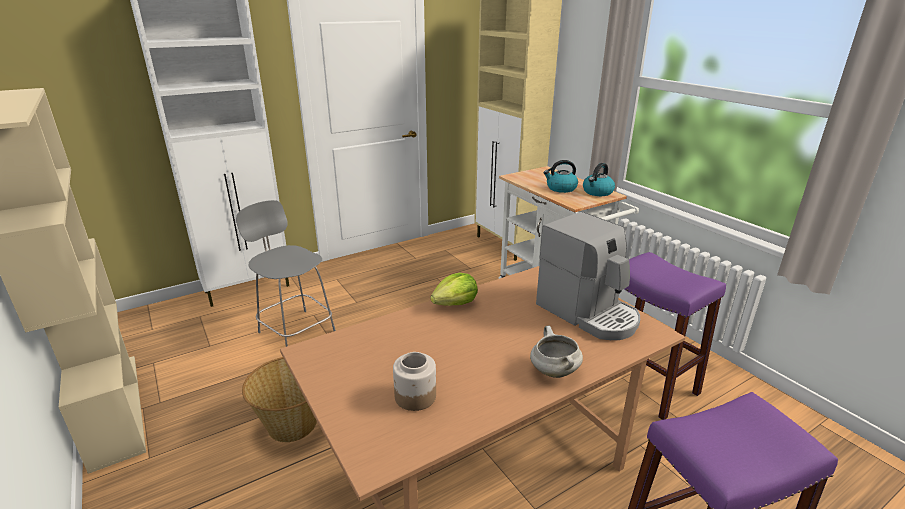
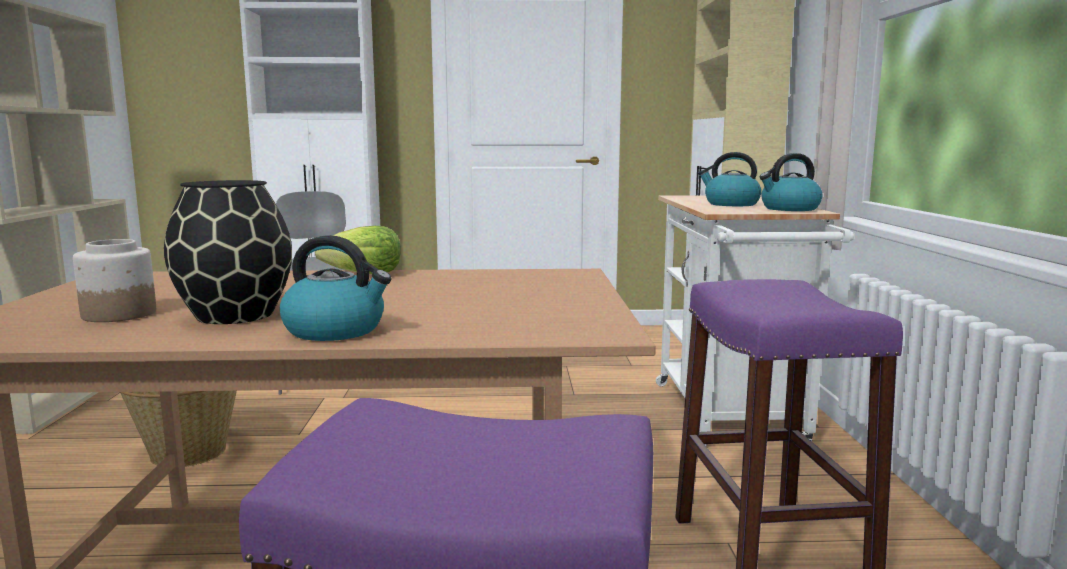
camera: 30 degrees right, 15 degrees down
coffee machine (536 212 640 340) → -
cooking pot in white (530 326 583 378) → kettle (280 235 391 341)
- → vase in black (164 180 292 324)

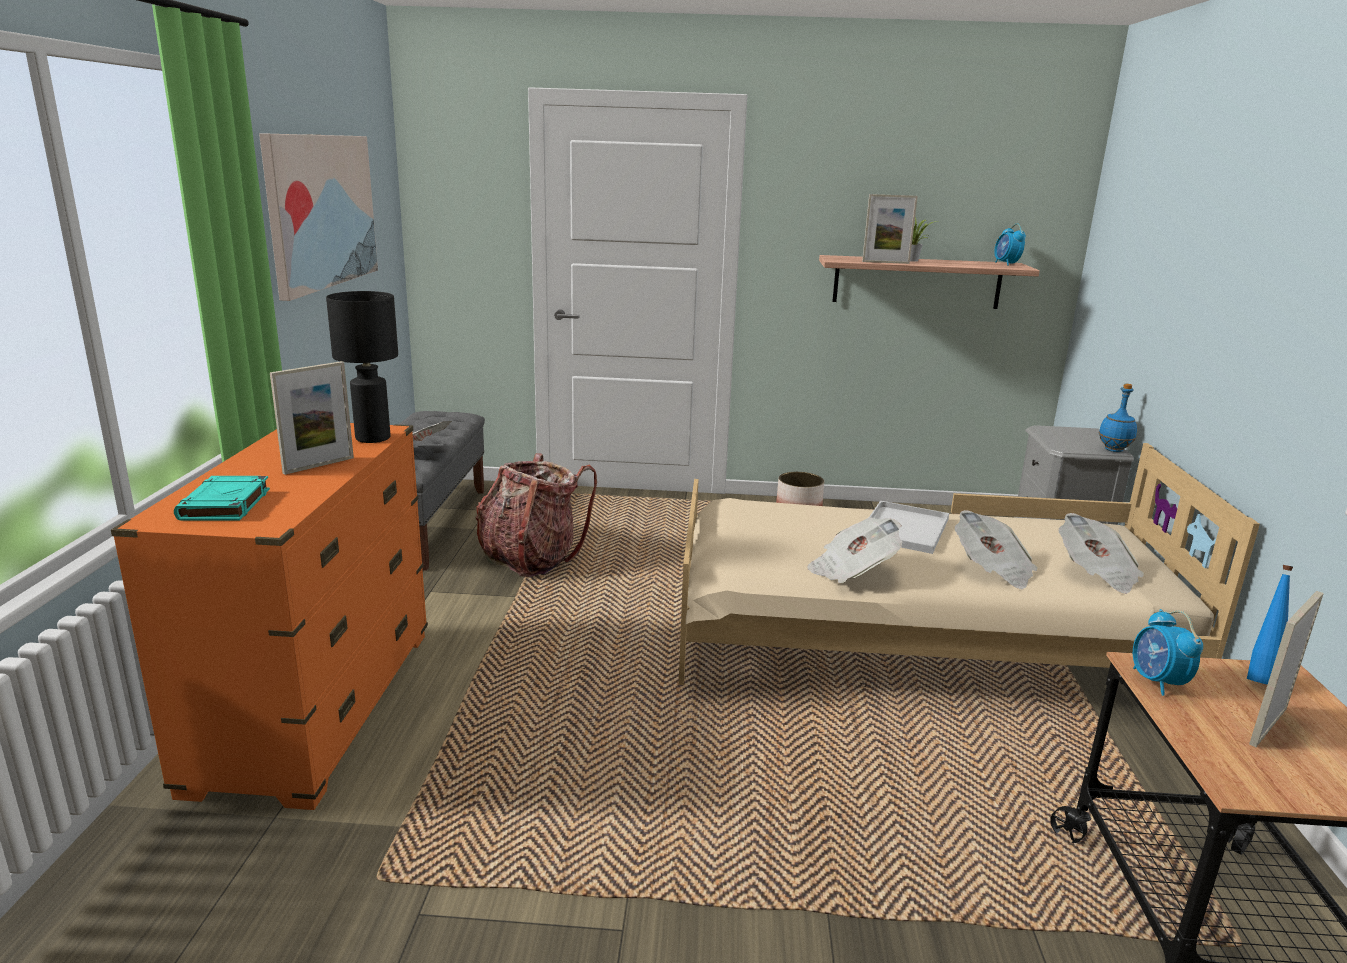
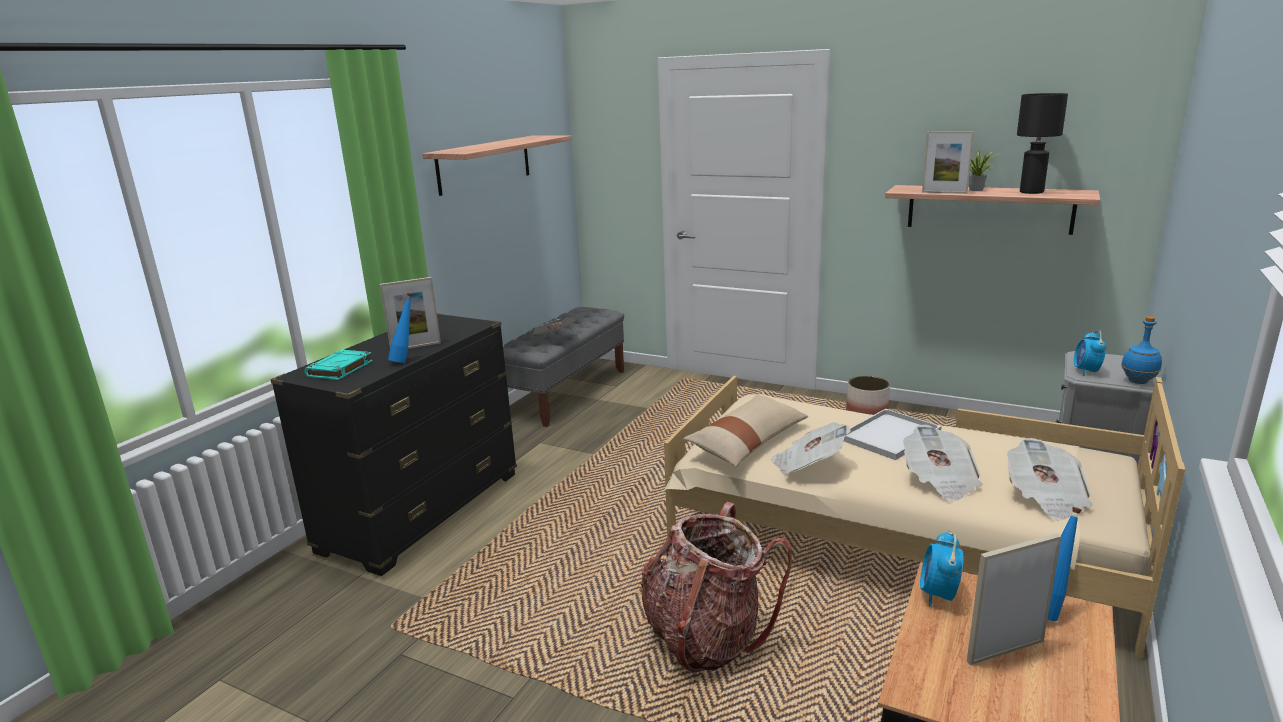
camera: 25 degrees right, 0 degrees up
picture (259 133 378 301) → shelf (422 135 572 196)
alarm clock (994 223 1026 266) → alarm clock (1074 330 1106 376), shifted
table lamp in black (326 291 398 443) → table lamp in black (1017 93 1068 194), shifted
dresser in orange (111 423 428 810) → dresser in black (270 313 517 576)
backpack (476 453 597 577) → backpack (640 502 792 673), shifted
- → bottle in blue (388 293 412 363)
- → pillow in beige (684 394 808 467)

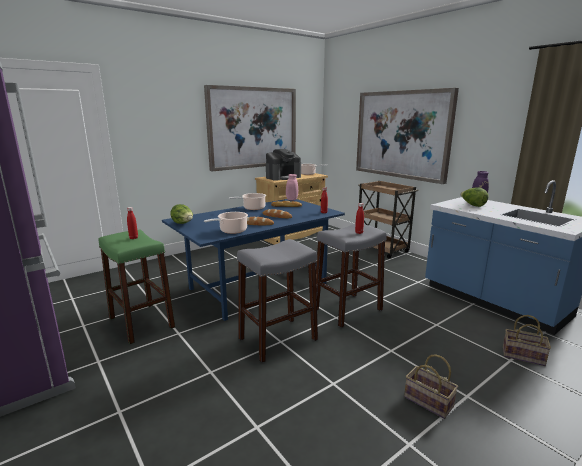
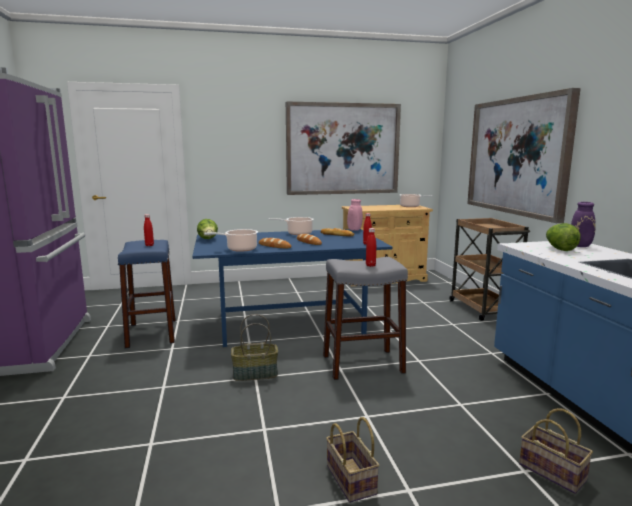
camera: 25 degrees right, 5 degrees down
coffee machine (266 149 301 180) → -
stool in green (99 230 175 344) → stool in blue (118 240 176 348)
stool in grey (237 239 318 363) → basket (231 314 278 381)

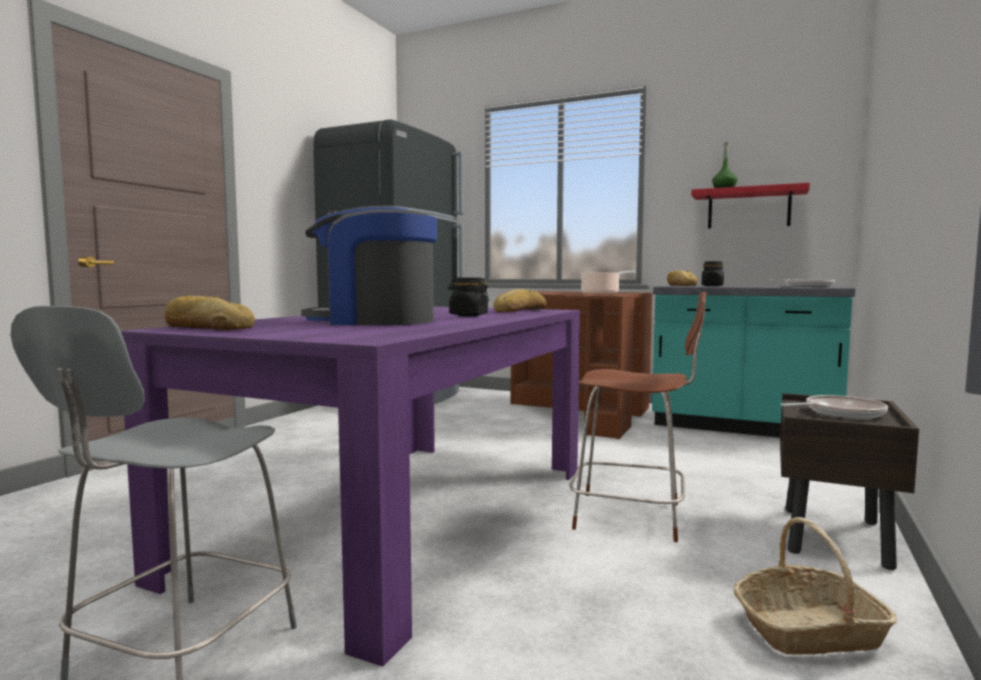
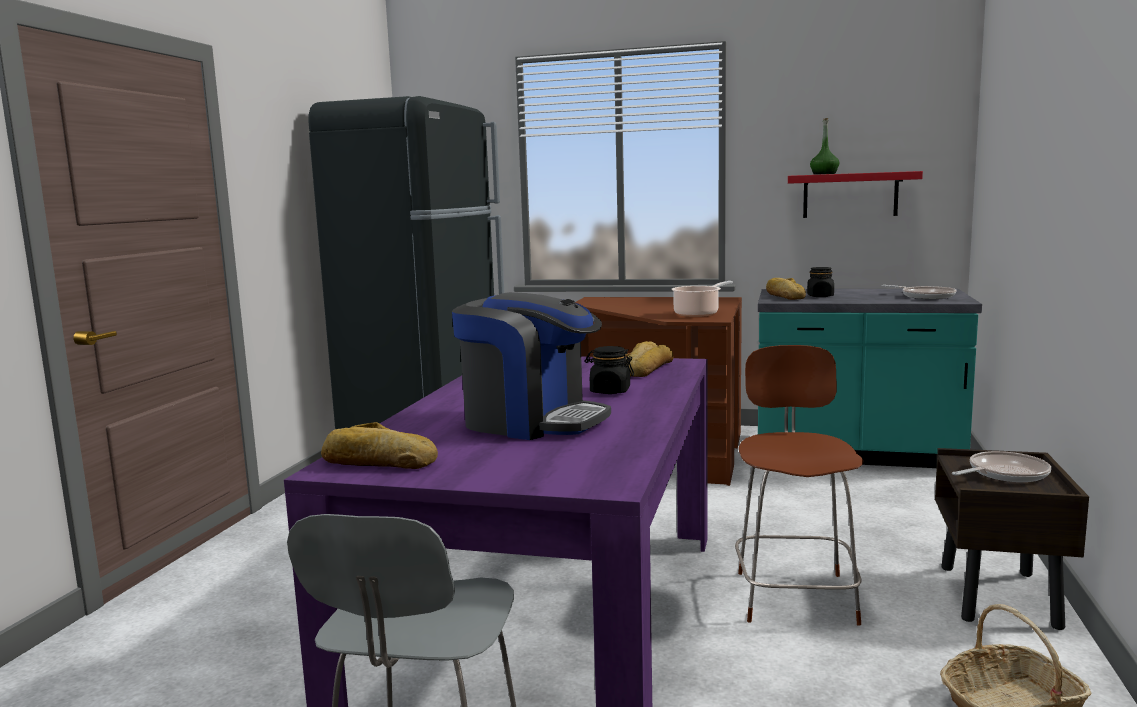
camera: 10 degrees left, 5 degrees up
coffee machine (301 205 437 325) → coffee machine (452 292 611 440), 150 degrees counterclockwise
chair in brown (569 292 706 542) → chair in brown (735 345 864 626), 90 degrees counterclockwise

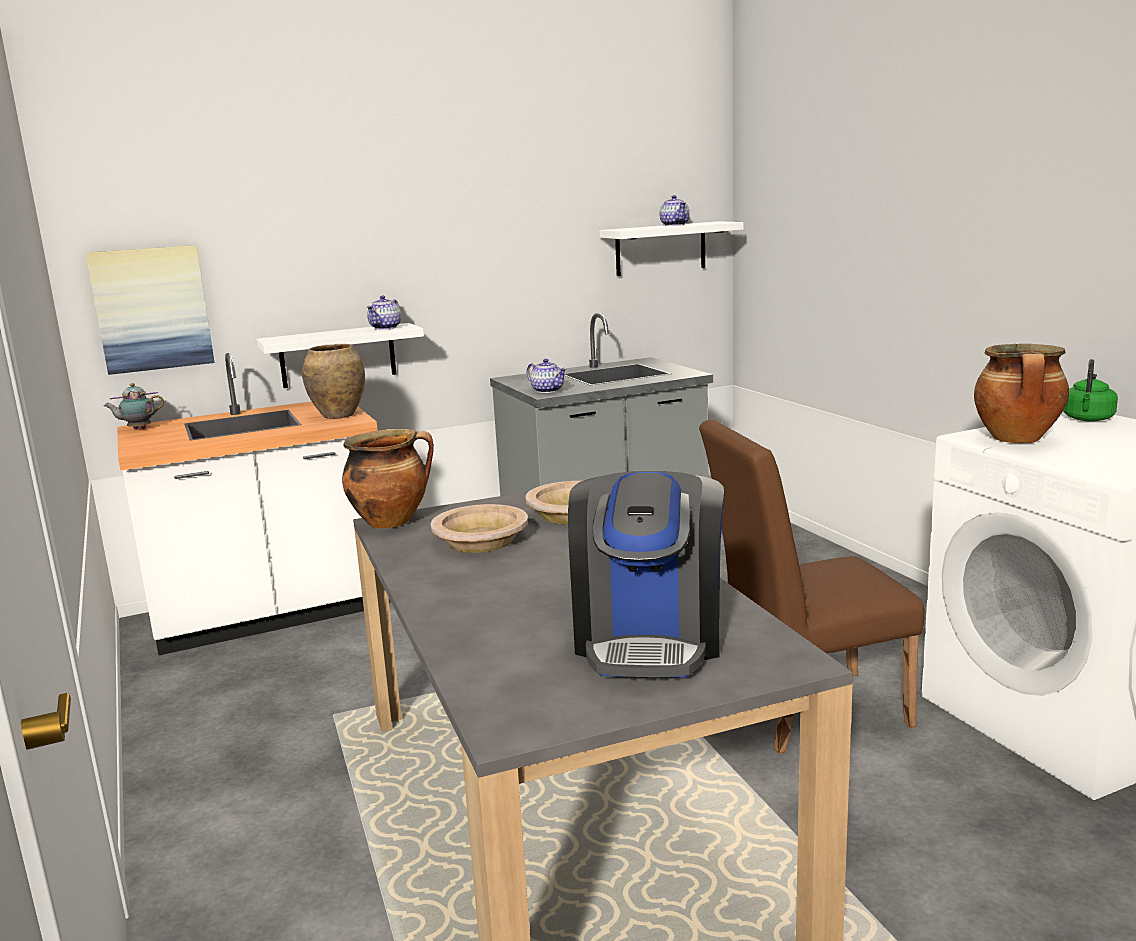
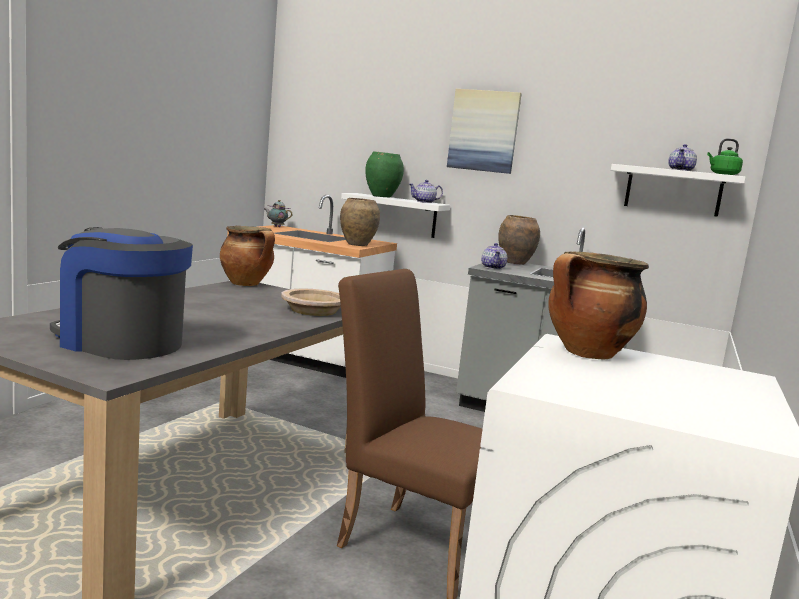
camera: 45 degrees right, 5 degrees down
picture (86 245 215 375) → picture (447 89 522 174), shifted
kettle in green (1063 359 1118 422) → kettle in green (707 139 743 175), shifted
coffee machine (568 471 724 678) → coffee machine (50 227 193 360), 60 degrees clockwise
bowl in beige (431 504 528 553) → -
- → vase in green (365 151 404 198)
- → vase in brown (498 215 540 265)

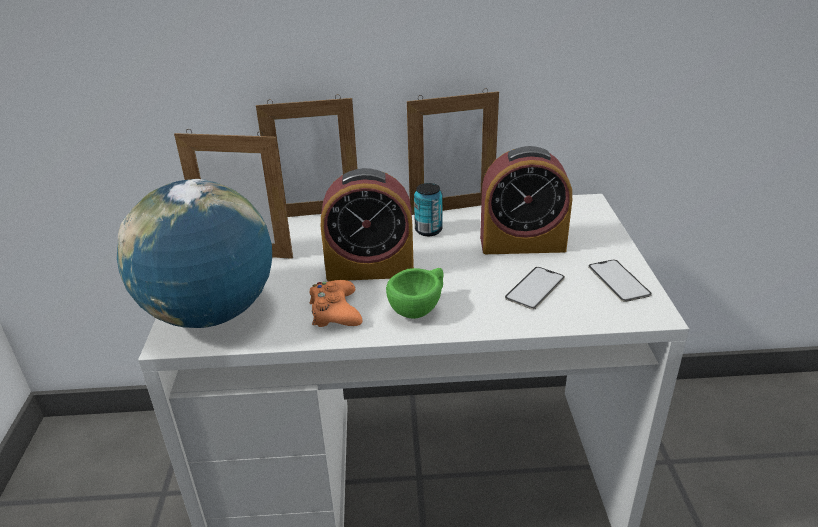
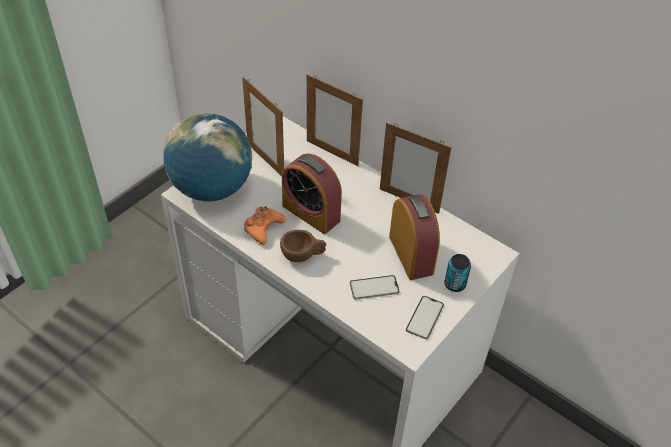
camera: 40 degrees right, 15 degrees up
alarm clock (480 146 572 254) → alarm clock (389 194 440 280), 150 degrees counterclockwise
can (414 183 443 236) → can (444 254 471 292), shifted
cup in green (386 268 444 319) → cup in brown (280 230 326 262)

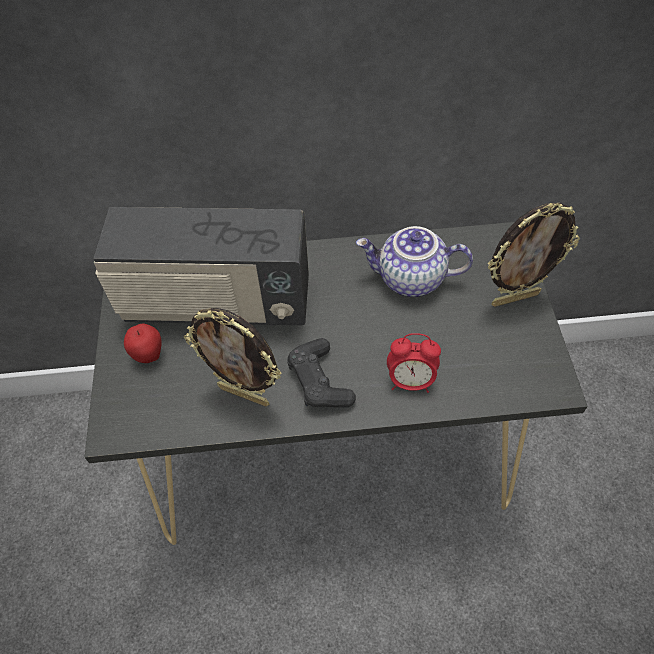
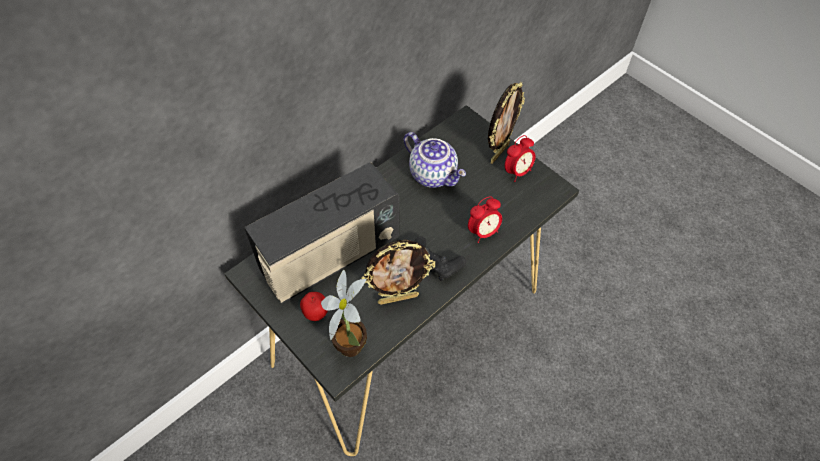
camera: 40 degrees left, 0 degrees up
teapot (356 226 473 297) → teapot (404 132 466 188), 105 degrees counterclockwise
- → alarm clock (505 135 536 182)
- → potted plant (321 270 367 357)

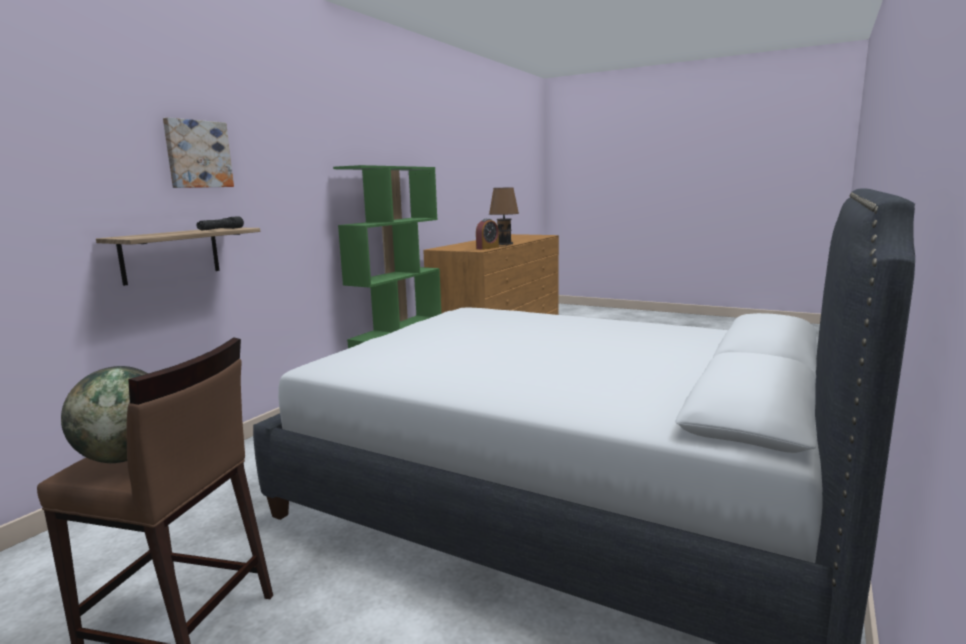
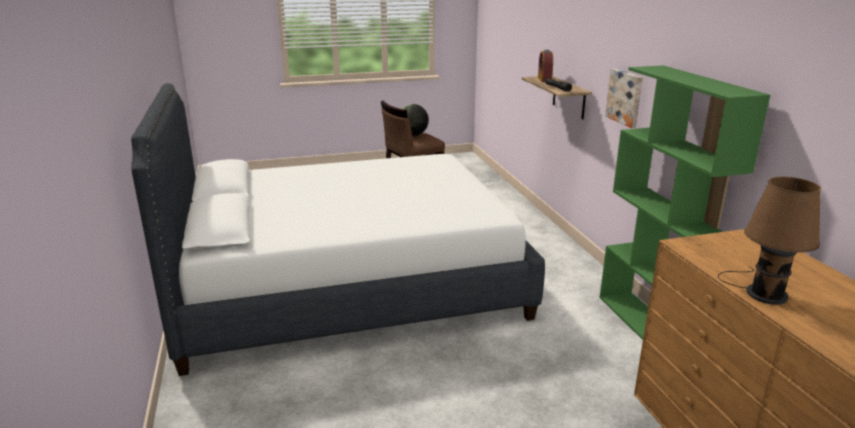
camera: 135 degrees right, 10 degrees up
picture (163 117 234 188) → picture (605 69 643 128), shifted
alarm clock (476 219 499 250) → alarm clock (538 50 553 82), shifted

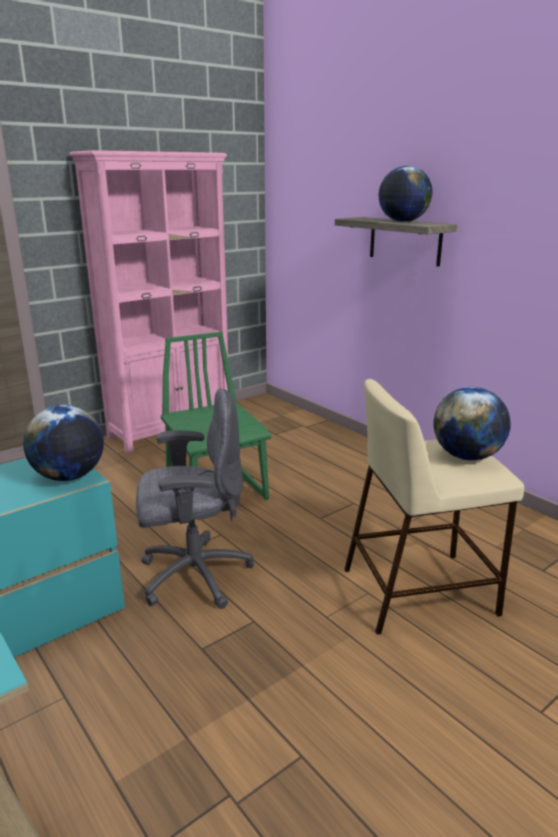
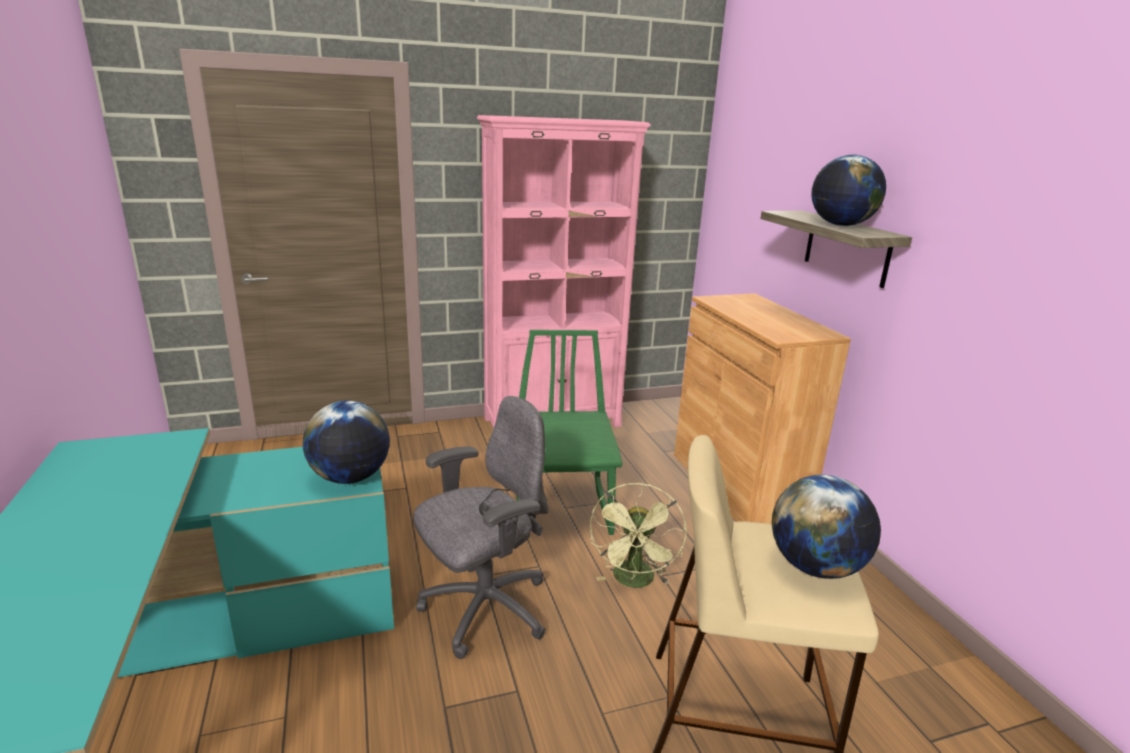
camera: 20 degrees right, 0 degrees up
office chair in grey (136 388 254 609) → office chair in grey (413 396 548 659), 45 degrees counterclockwise
- → cabinet in brown (674 293 851 524)
- → fan in green (590 483 687 588)

